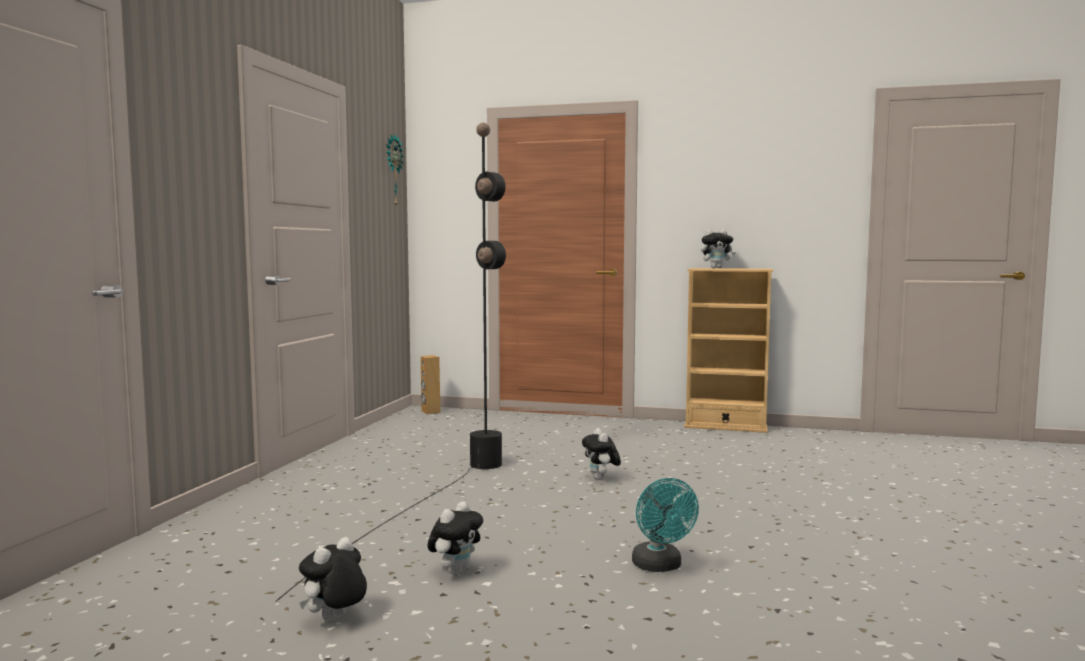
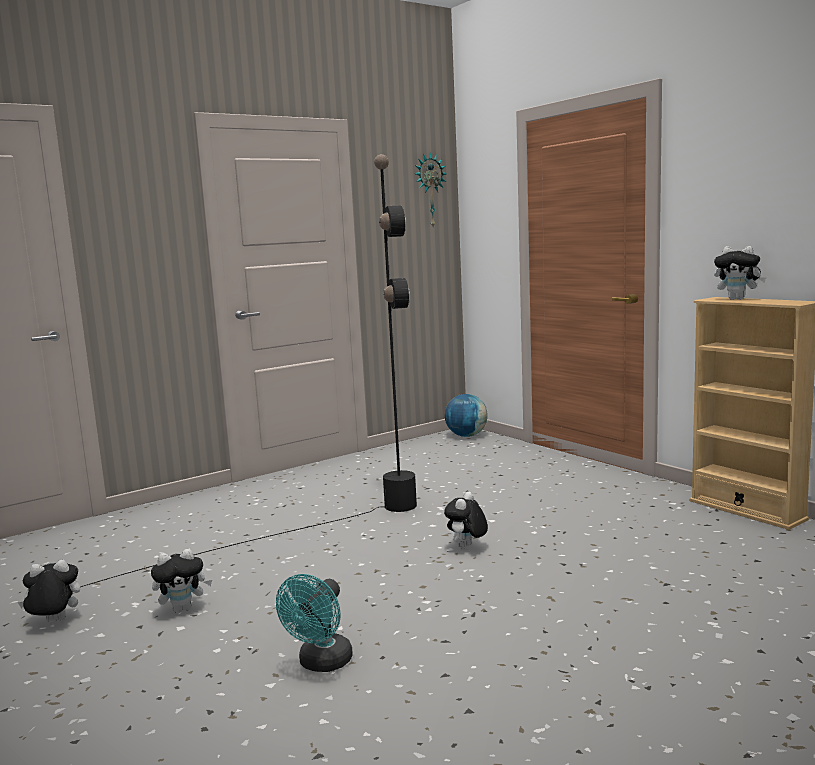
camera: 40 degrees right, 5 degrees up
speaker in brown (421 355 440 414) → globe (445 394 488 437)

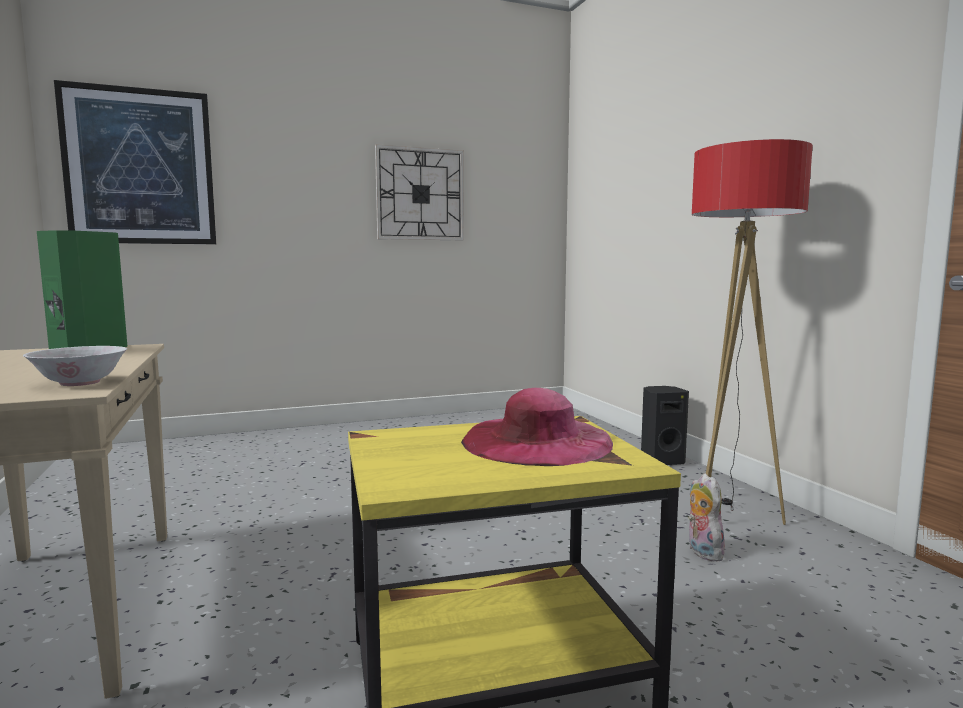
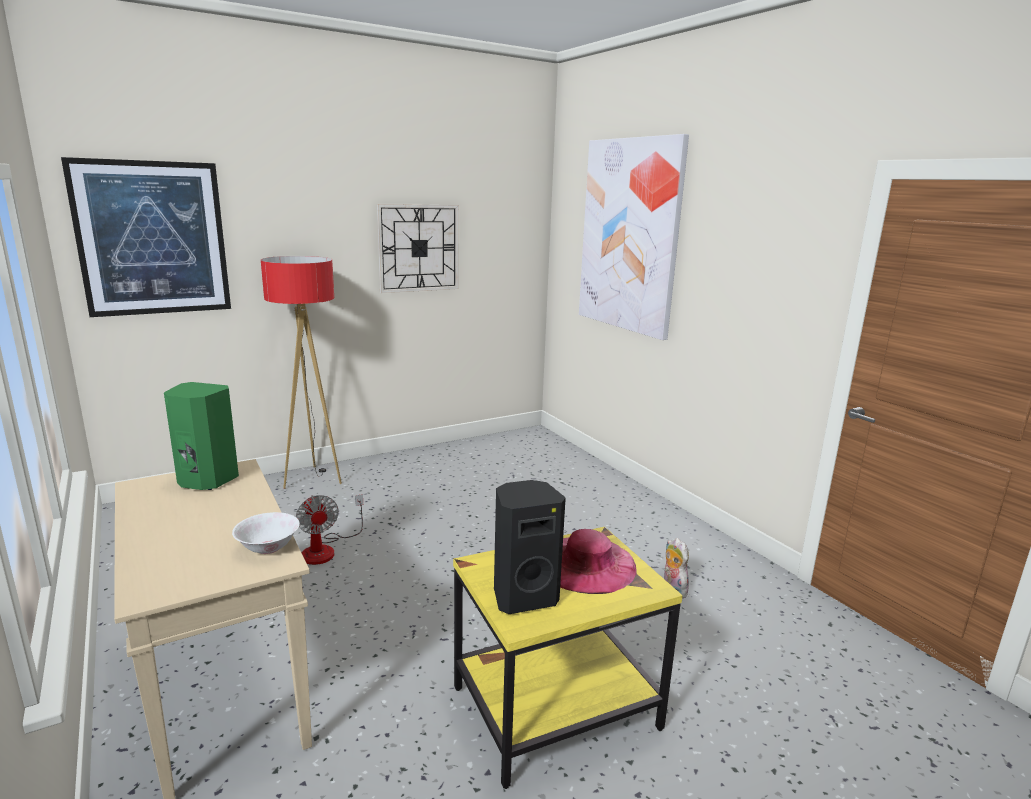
camera: 10 degrees left, 10 degrees up
floor lamp (692 139 813 525) → floor lamp (261 256 342 489), shifted
speaker in black (641 386 689 465) → speaker in black (494 480 566 614), shifted
- → picture (579 134 689 340)
- → fan (296 494 363 565)

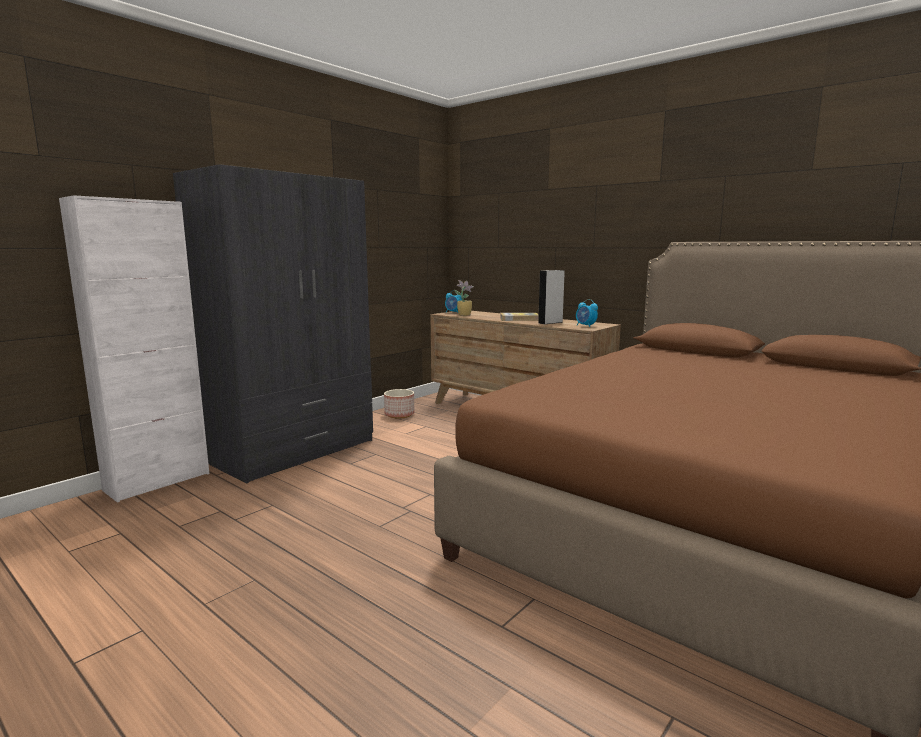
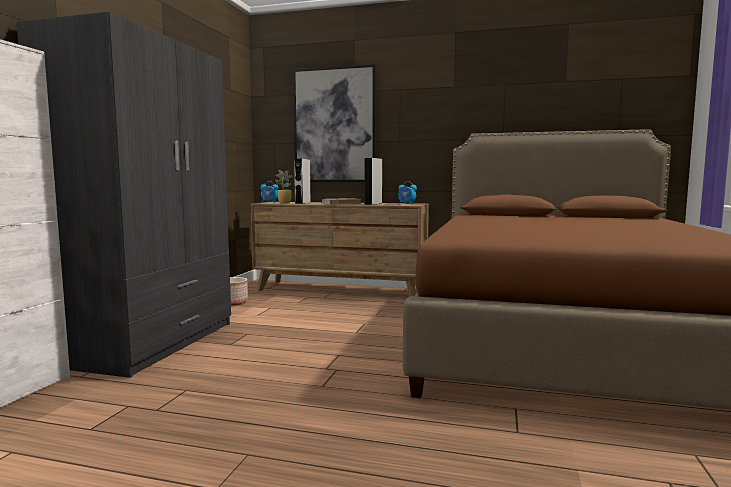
camera: 25 degrees left, 5 degrees down
- → picture (293 64 376 182)
- → speaker in grey (294 159 311 204)

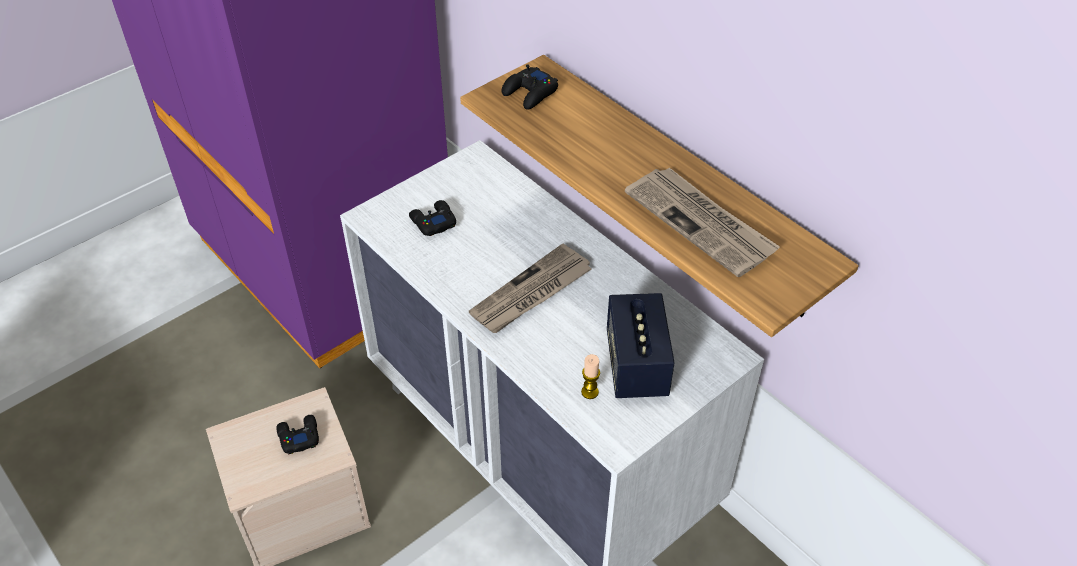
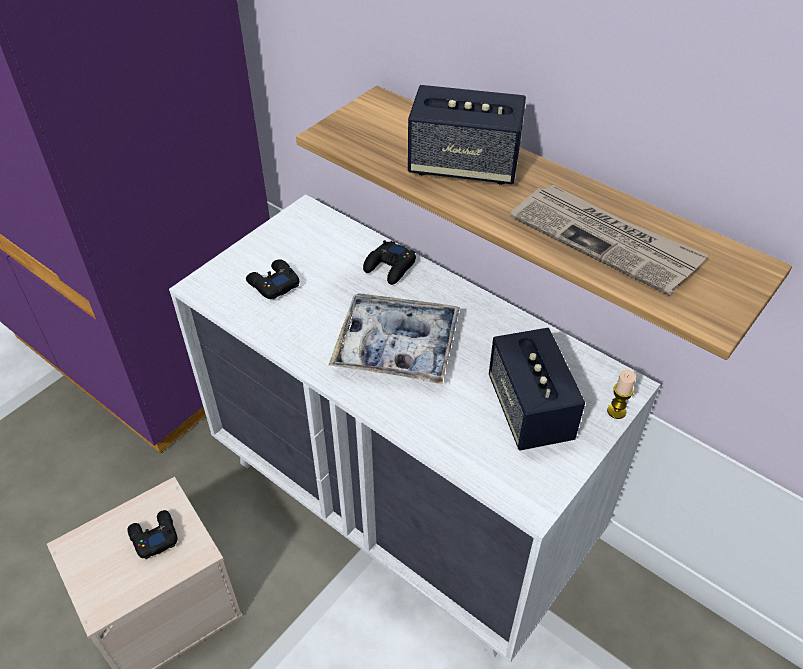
camera: 10 degrees left, 0 degrees up
game controller in black (502 64 558 110) → game controller in black (363 240 416 285), shifted
newspaper (469 243 591 333) → tray (329 293 460 384)
candle (581 354 600 399) → candle (607 370 636 419), shifted
- → speaker (408 85 526 185)

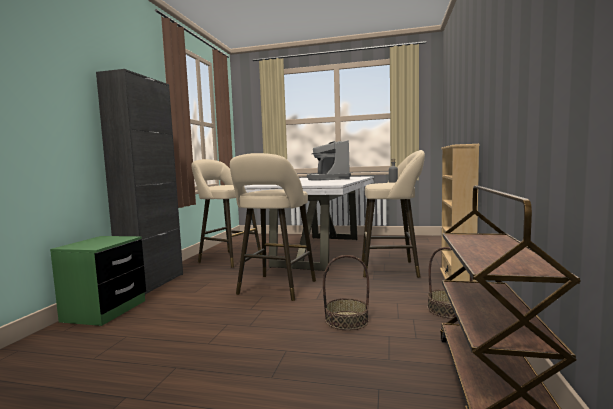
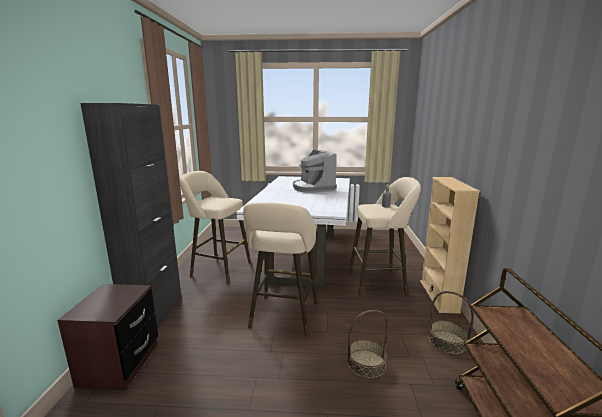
camera: 10 degrees left, 10 degrees up
nightstand in green (50 236 146 326) → nightstand in brown (57 284 158 390)

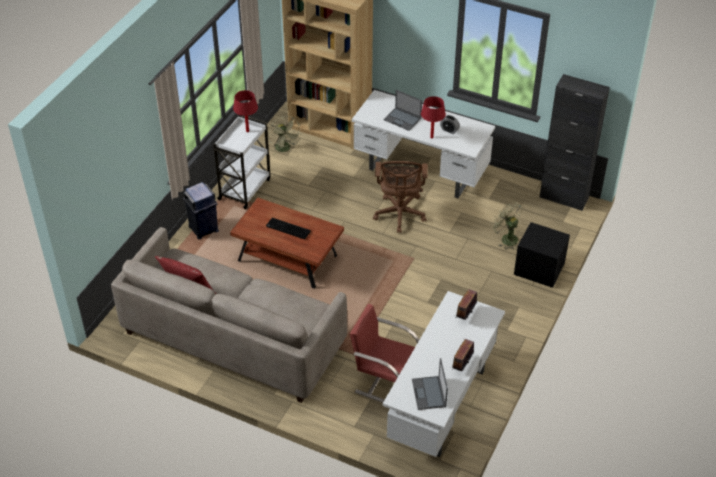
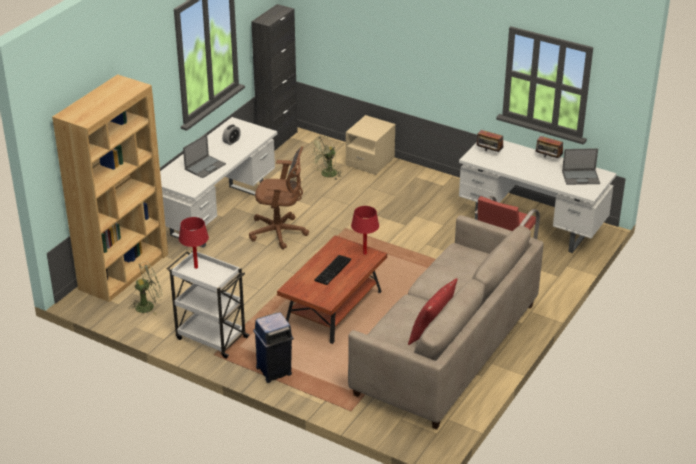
camera: 85 degrees left, 10 degrees down
table lamp in red (421 96 446 139) → table lamp in red (351 206 379 255), shifted
nightstand in black (514 222 570 288) → nightstand in beige (346 115 395 175)

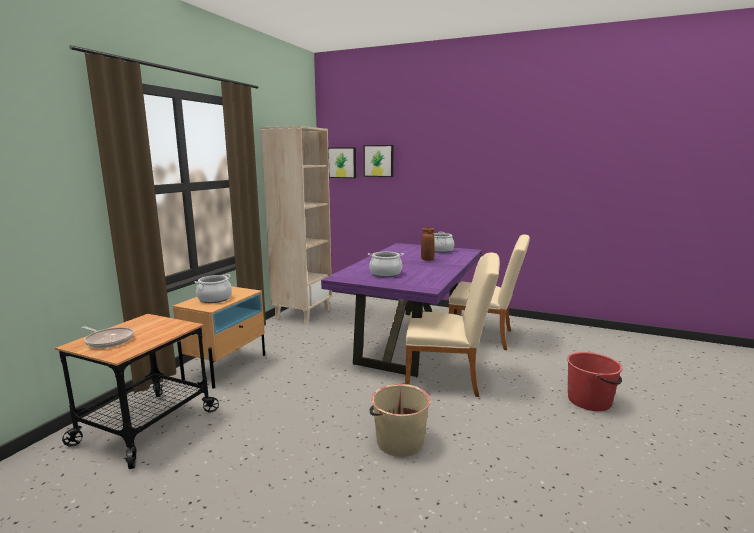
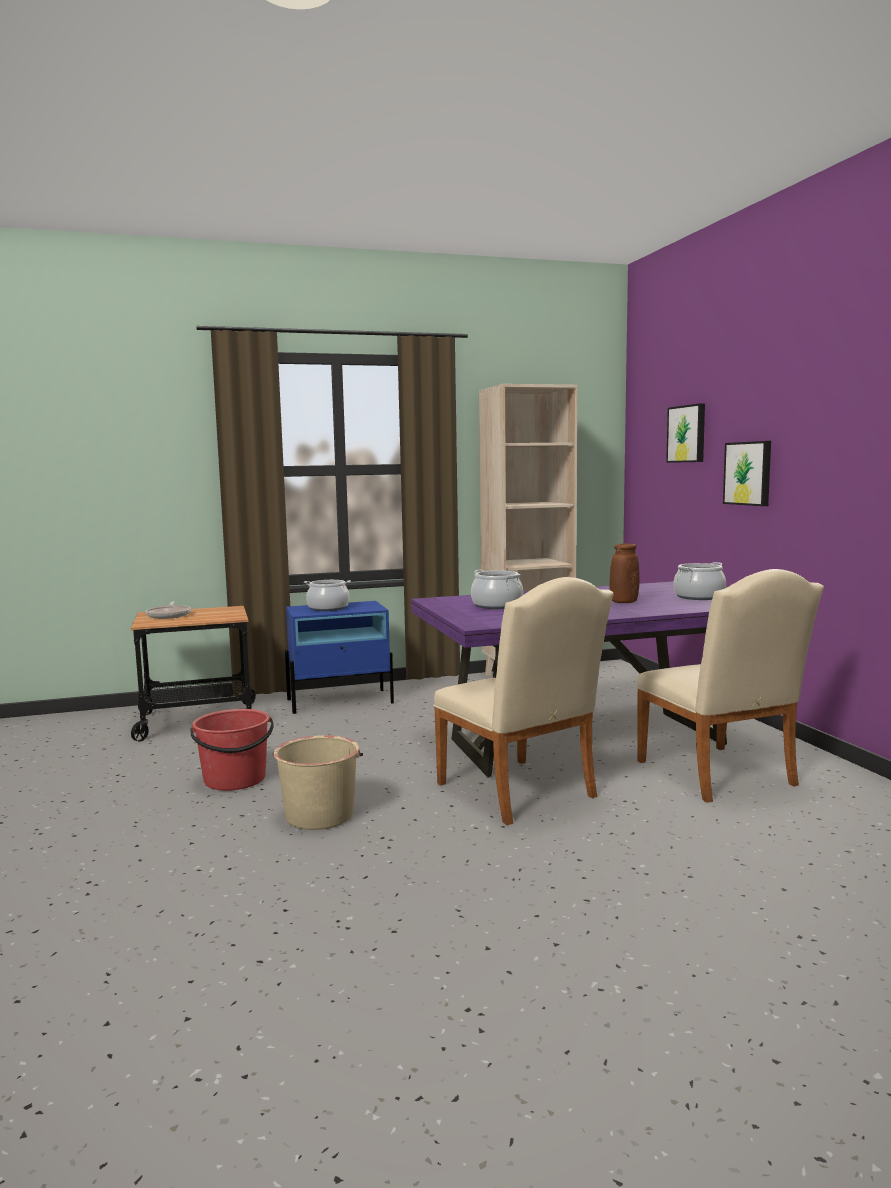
camera: 50 degrees right, 5 degrees down
picture (328 147 356 178) → picture (723 441 771 506), shifted
nightstand in beige (173 286 265 389) → nightstand in blue (285 601 394 714)
bucket in red (567 352 622 411) → bucket in red (190 709 274 791), shifted

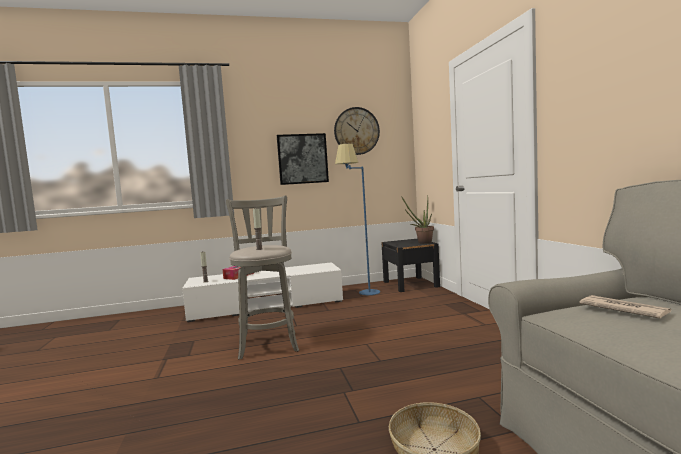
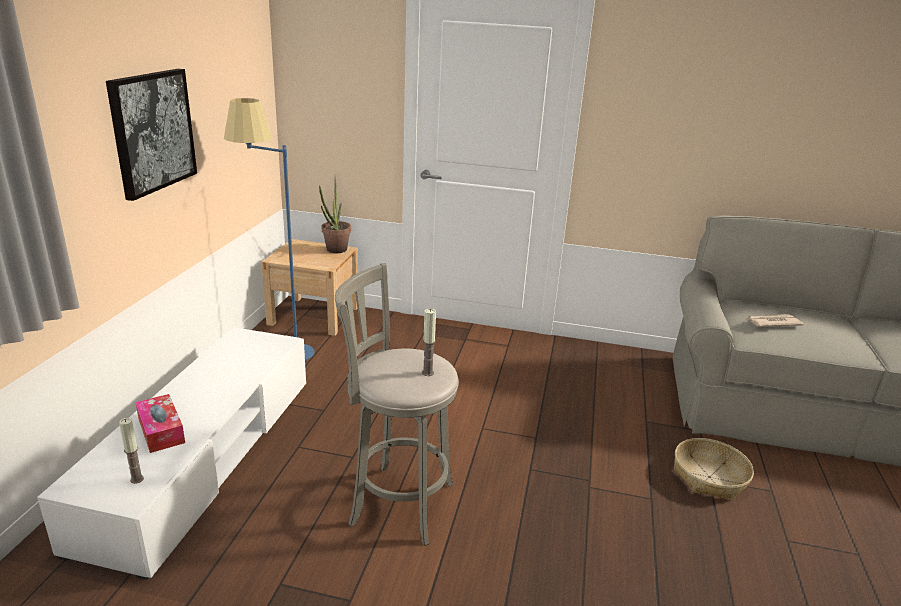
camera: 65 degrees left, 20 degrees up
wall clock (334 107 380 155) → -
nightstand in black (381 238 440 292) → nightstand in beige (261 239 358 336)

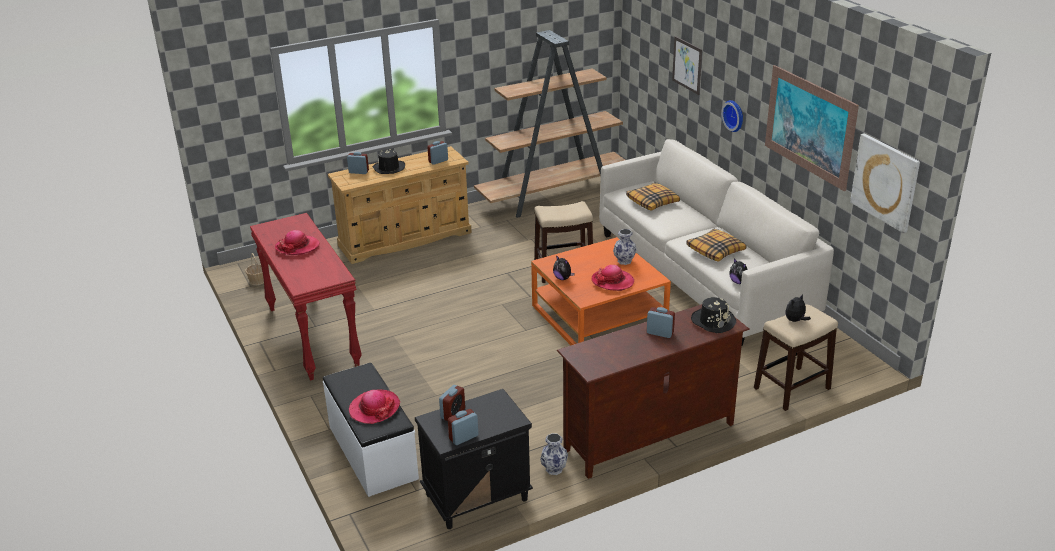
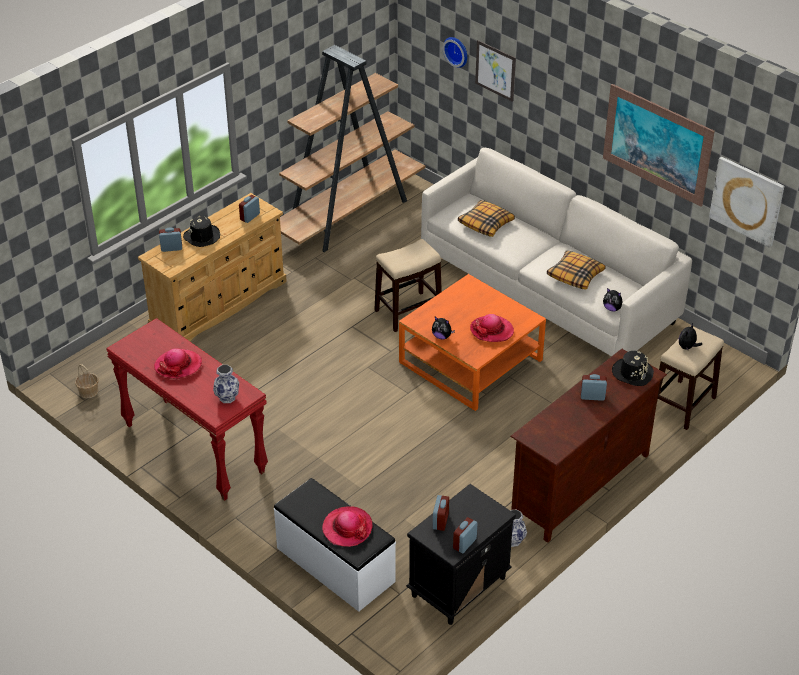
camera: 20 degrees left, 10 degrees up
wall clock (721 100 743 132) → wall clock (443 37 467 68), shifted
vase (613 229 637 265) → vase (213 365 239 403), shifted

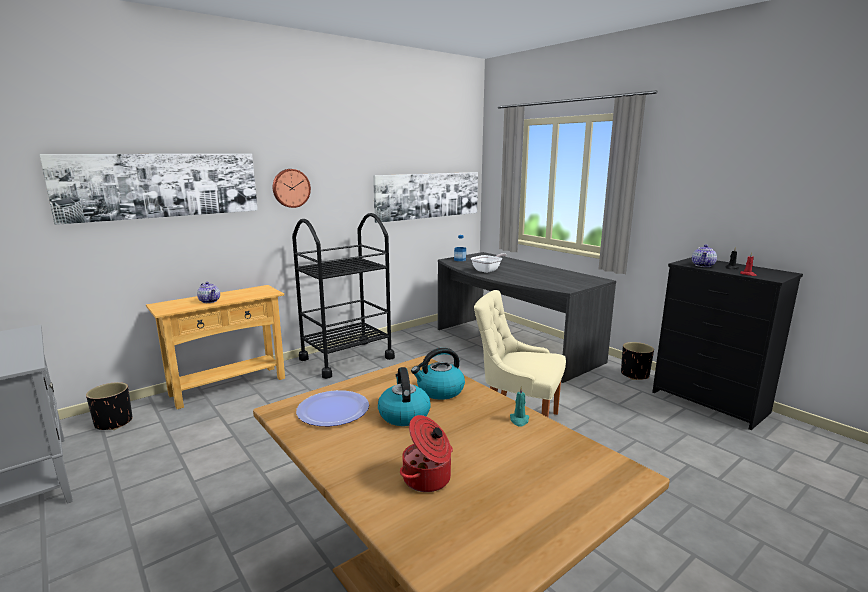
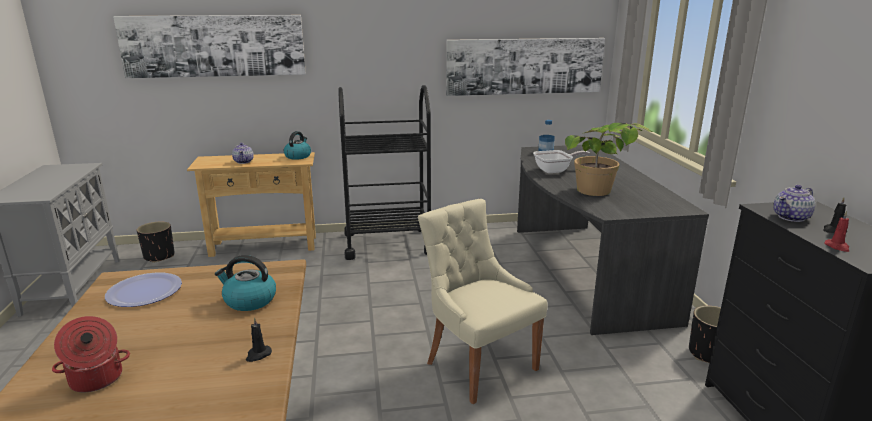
camera: 30 degrees right, 5 degrees up
wall clock (273 169 311 208) → -
kettle (378 367 431 426) → kettle (284 131 311 160), shifted
candle in turquoise (510 386 529 427) → candle in black (246 317 272 362)
- → potted plant (565 123 653 196)

